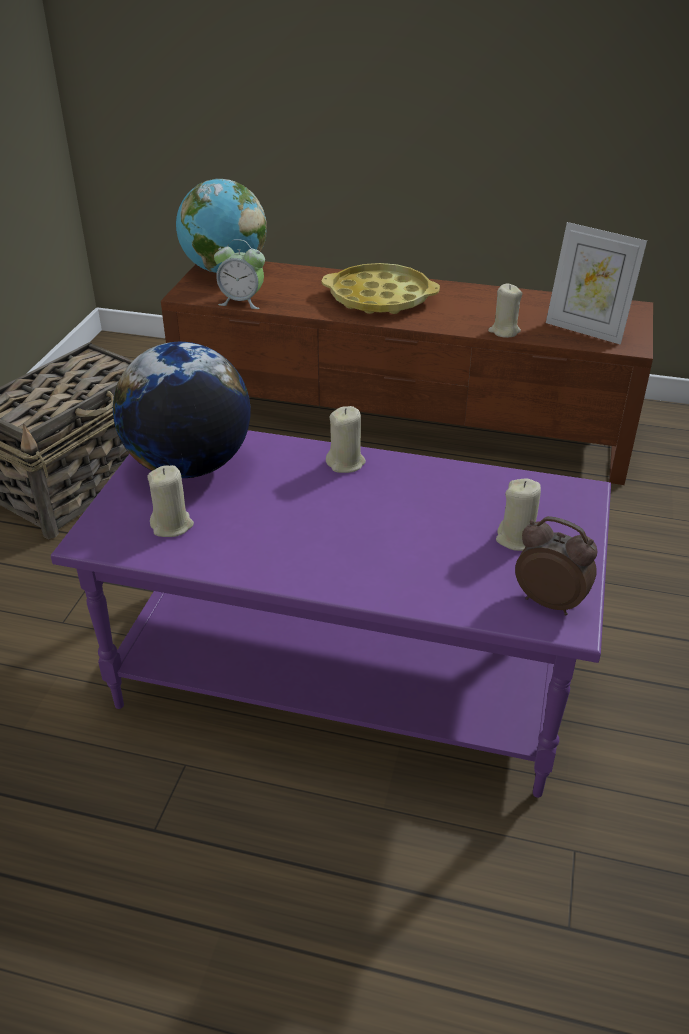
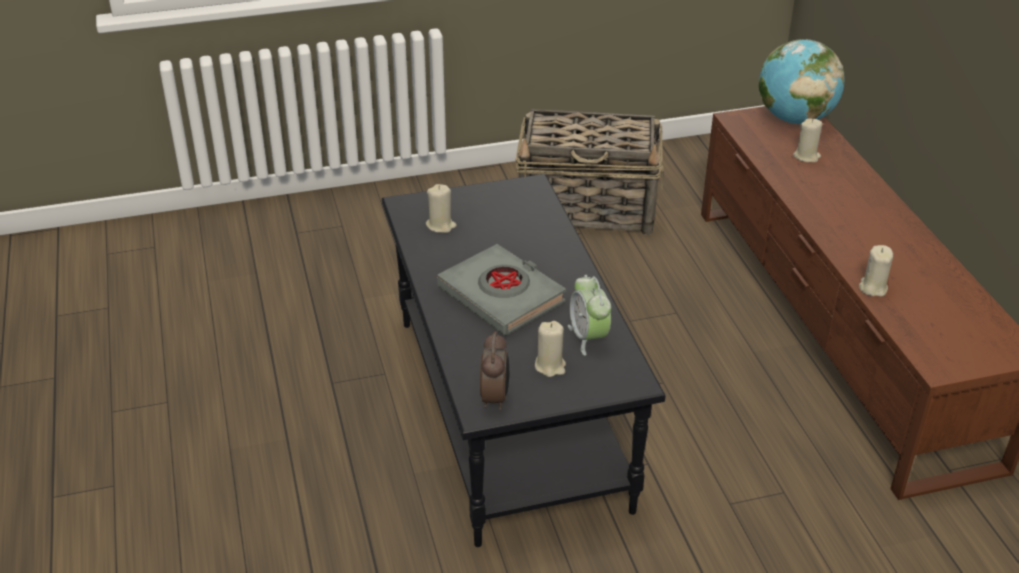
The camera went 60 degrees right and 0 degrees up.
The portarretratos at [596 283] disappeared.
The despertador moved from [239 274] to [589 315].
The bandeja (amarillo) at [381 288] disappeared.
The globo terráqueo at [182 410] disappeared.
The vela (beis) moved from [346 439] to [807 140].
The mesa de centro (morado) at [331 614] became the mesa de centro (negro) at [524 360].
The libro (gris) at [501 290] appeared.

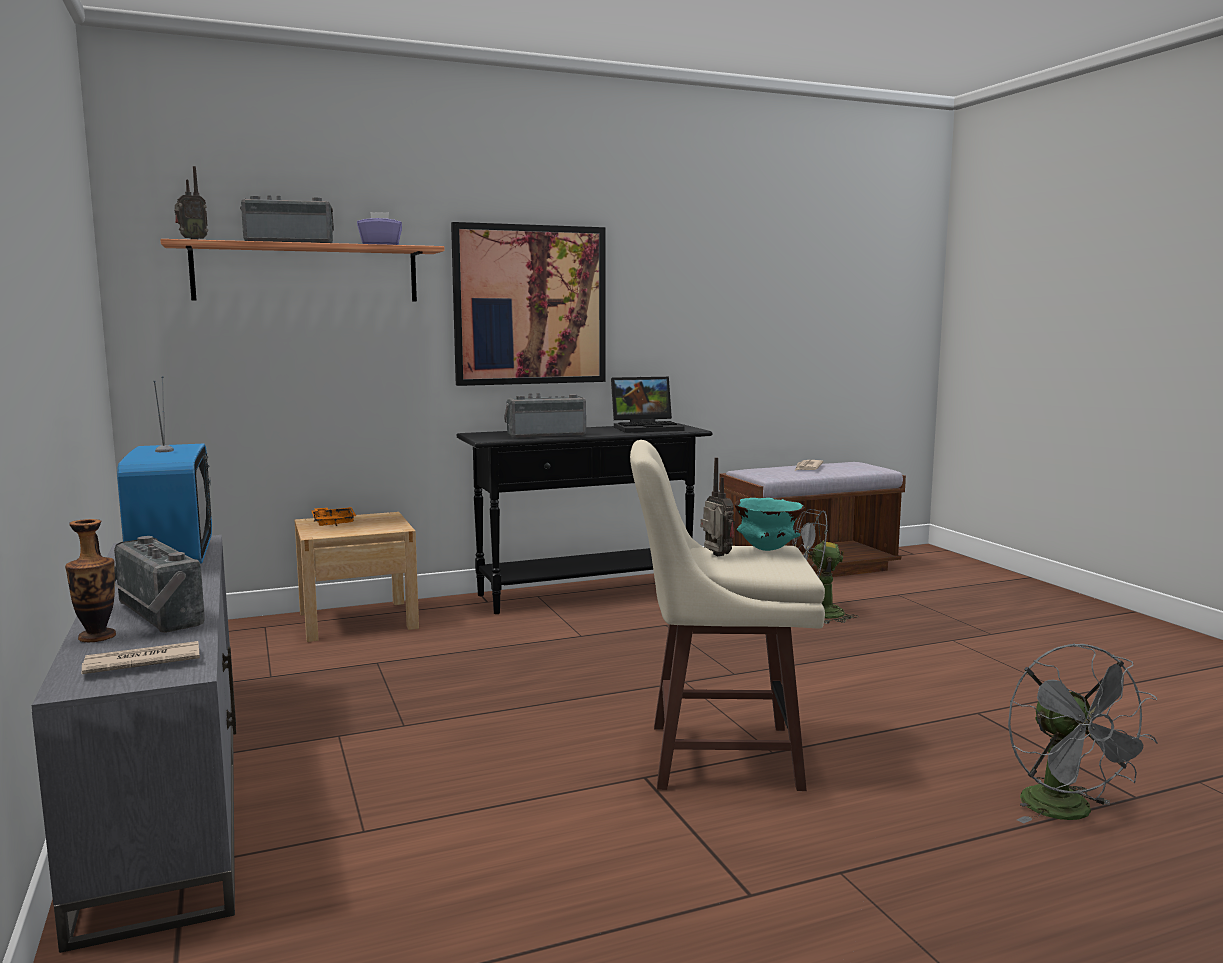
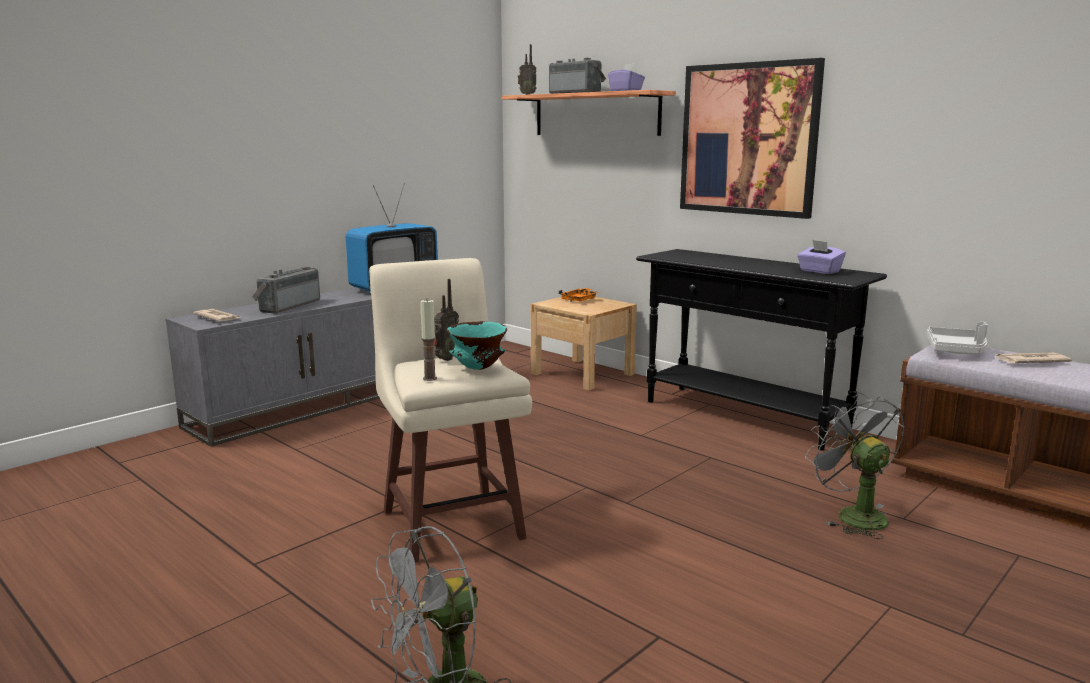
The camera went 65 degrees right and 5 degrees up.
The portátil at [648 405] was replaced by the caja de pañuelos (morado) at [821 257].
The radio at [545 415] disappeared.
The florero at [90 580] disappeared.
The vela at [428 339] appeared.
The bandeja (gris) at [957 338] appeared.

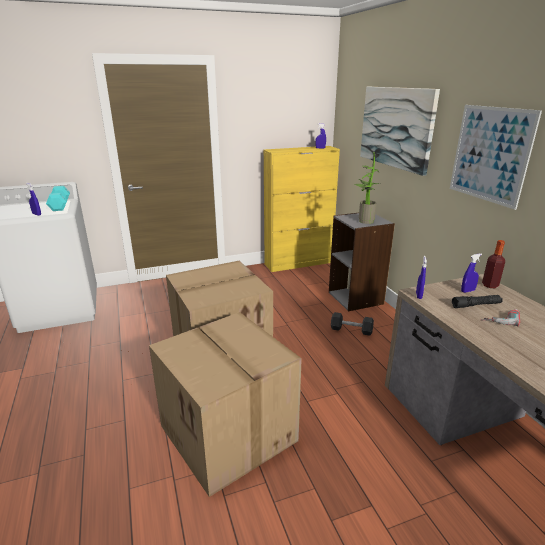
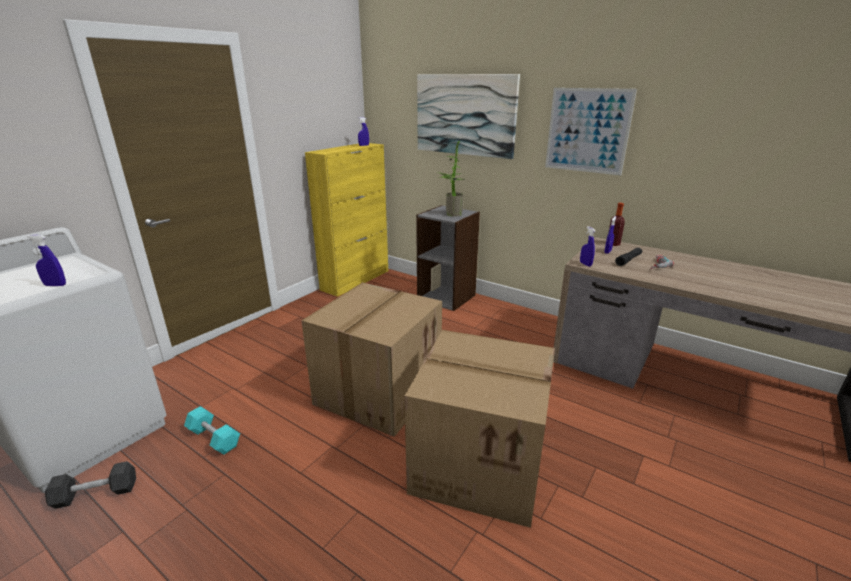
The camera went 35 degrees left and 0 degrees up.
The mancuerna (turquesa) moved from [58 198] to [212 430].
The mancuerna (negro) moved from [352 324] to [90 485].

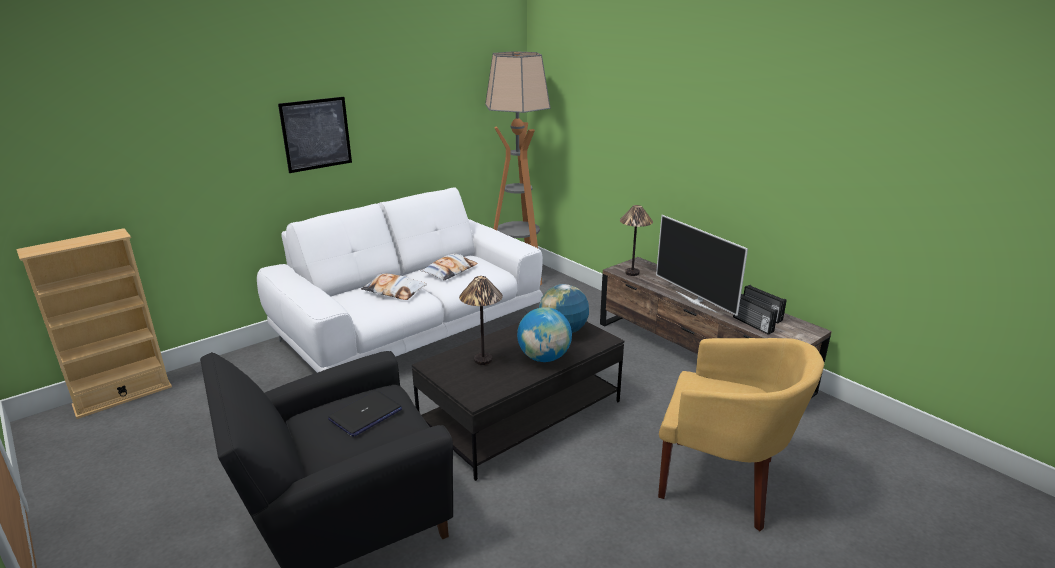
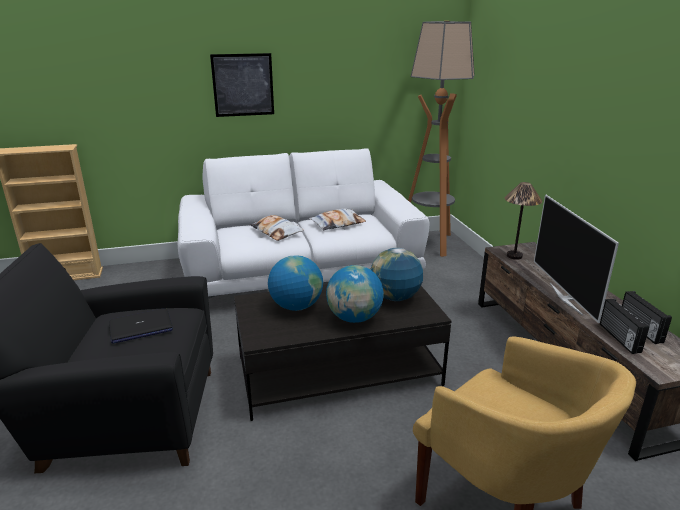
The camera went 25 degrees right and 0 degrees up.
The lámpara de mesa at [481 320] was replaced by the globo terráqueo at [295 283].

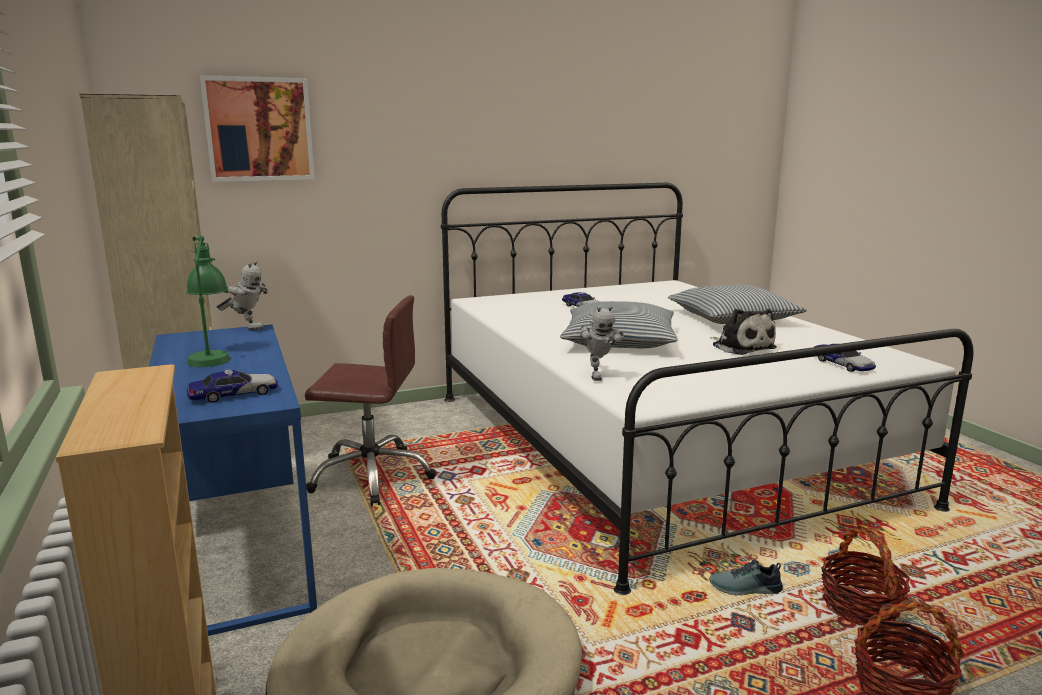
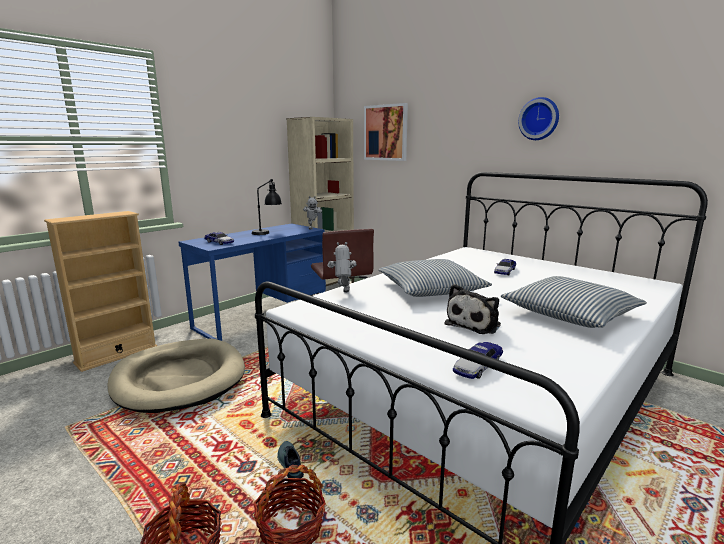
The camera went 65 degrees right and 0 degrees up.
The lámpara de mesa (verde) at [208 301] became the lámpara de mesa (negro) at [267 207].
The robot de juguete at [602 343] turned 120 degrees clockwise.
The reloj de pared at [538 118] appeared.

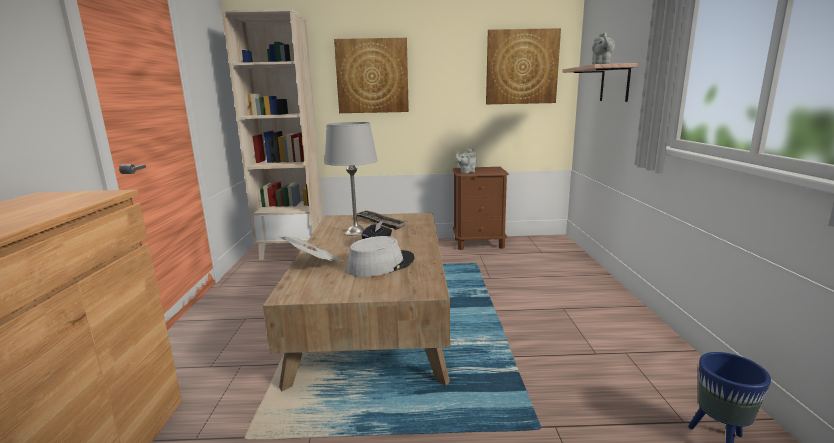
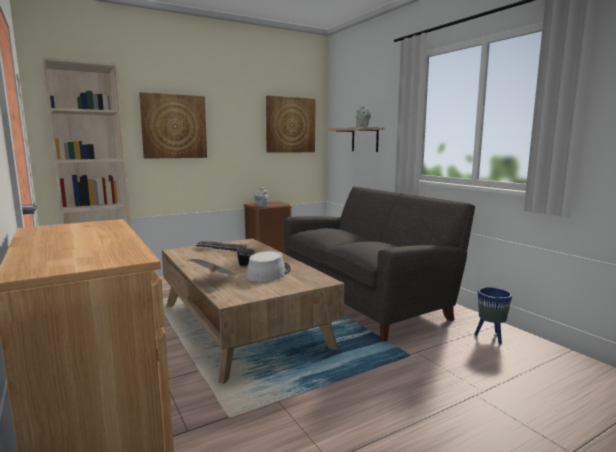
The camera went 30 degrees left and 5 degrees down.
The lámpara de mesa (gris) at [351 179] disappeared.
The sofá (gris) at [379 264] appeared.

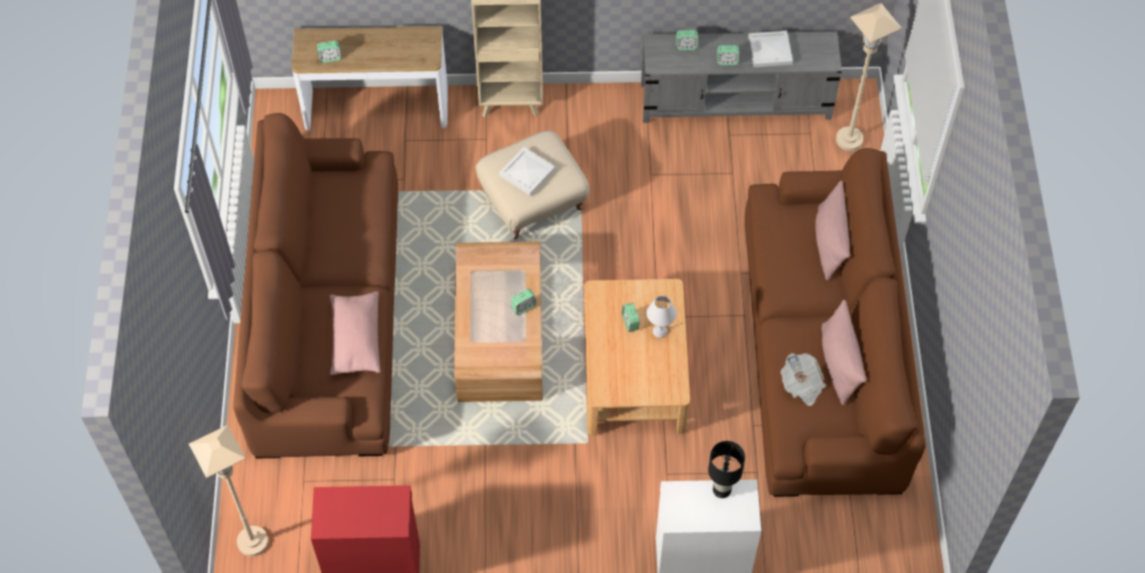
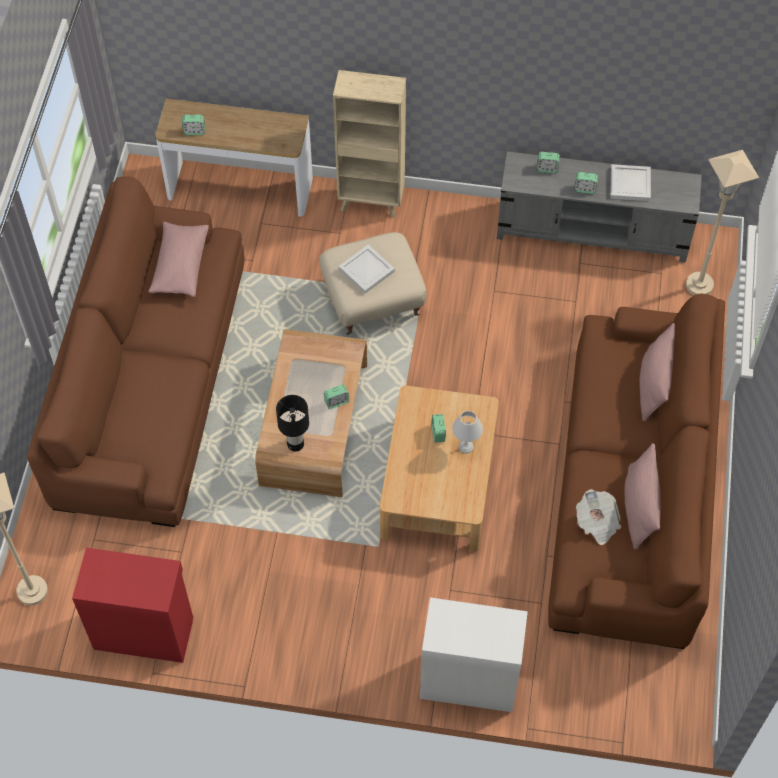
The camera went 10 degrees right and 0 degrees up.
The cojín (rosa) moved from [355 333] to [178 259].
The lámpara de mesa (negro) moved from [726 469] to [292 423].

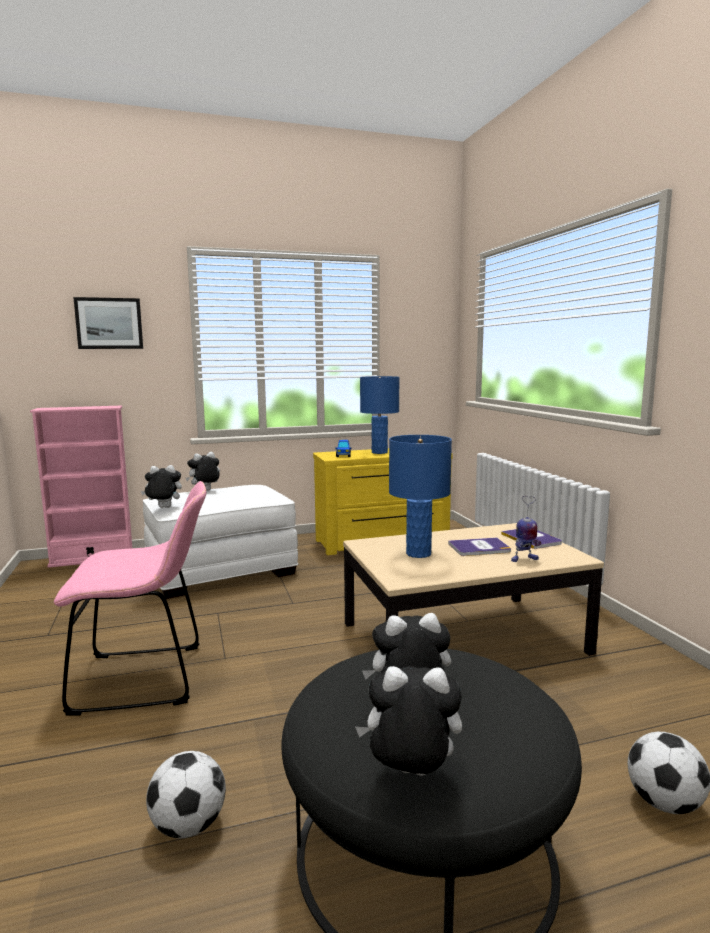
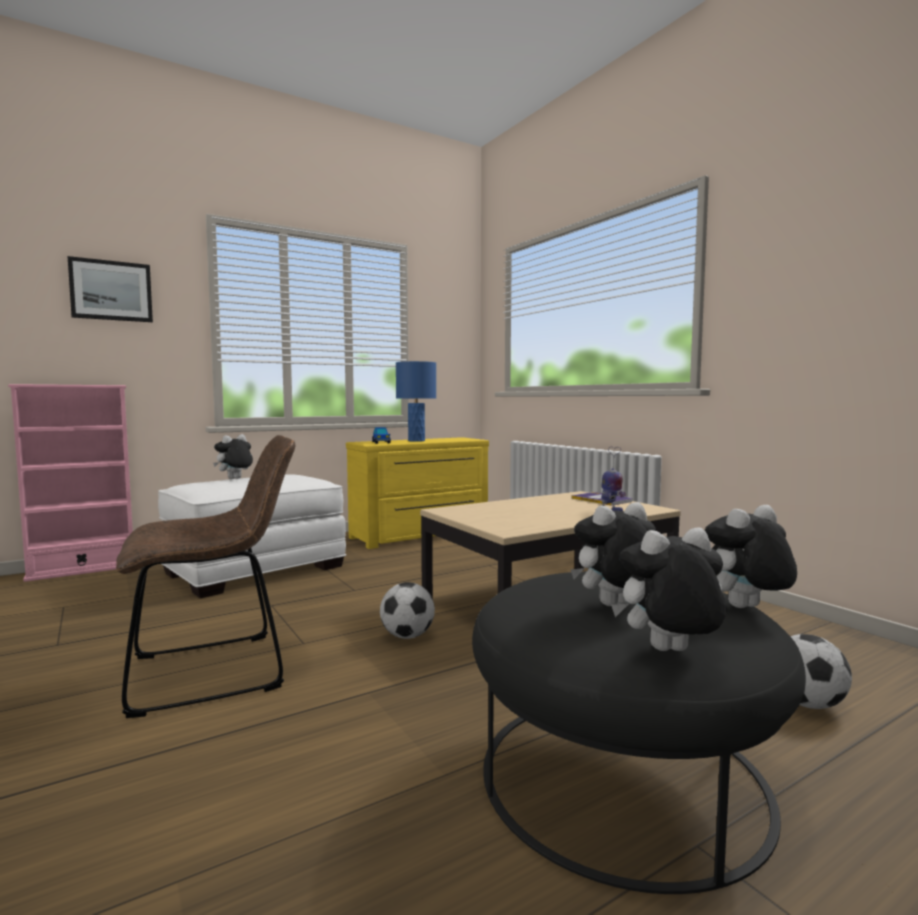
The camera went 15 degrees left and 5 degrees down.
The lámpara de mesa (azul) at [420 496] disappeared.
The peluche moved from [161 486] to [751 556].
The silla (rosa) at [130 598] became the silla (marrón) at [206 576].
The libro at [479 546] disappeared.
The balón de fútbol moved from [186 794] to [407 610].

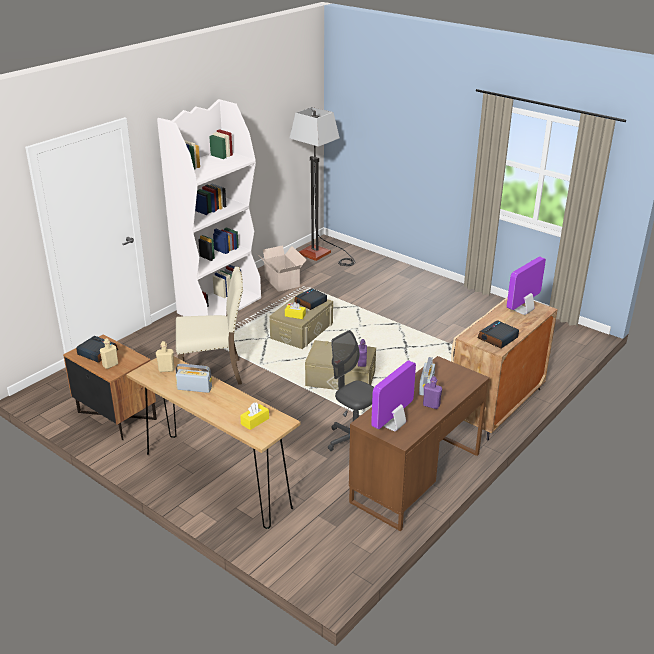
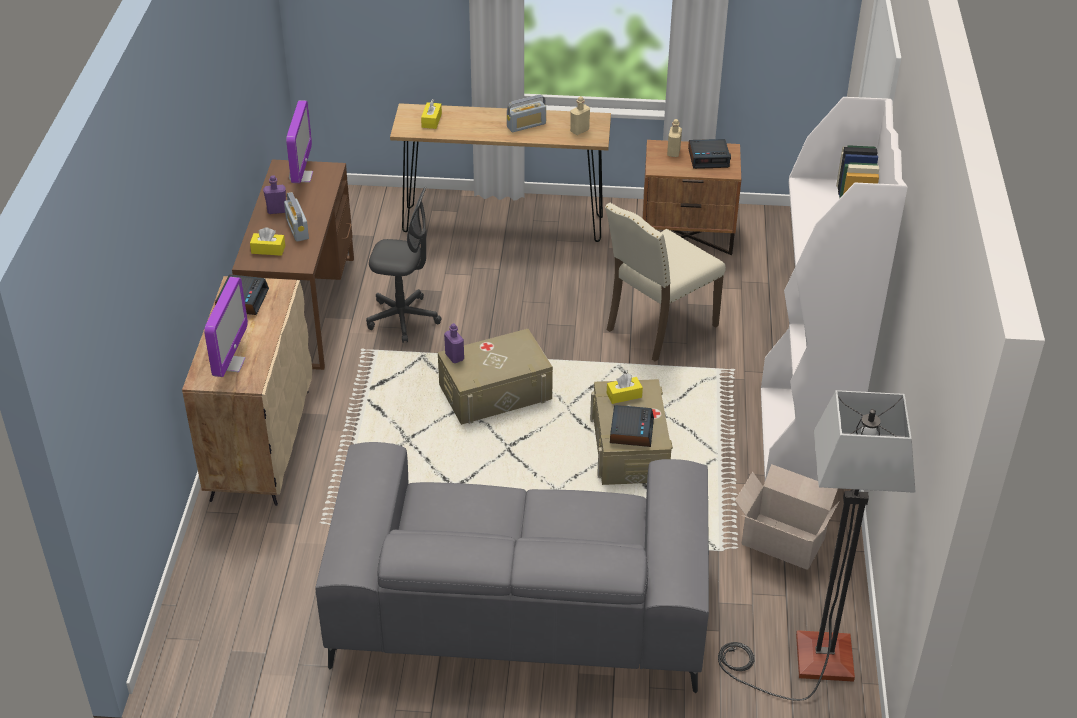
The camera went 145 degrees right and 10 degrees up.
The caja de pañuelos (amarillo) at [267 241] appeared.
The sofá (gris) at [512 567] appeared.

